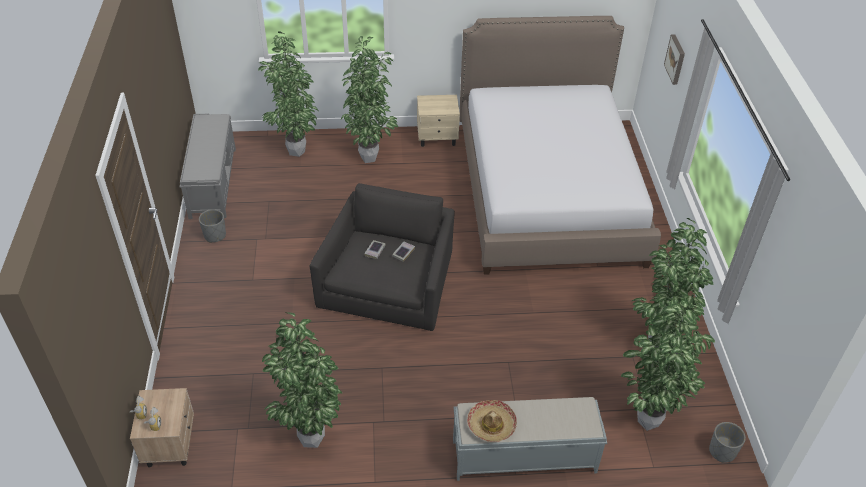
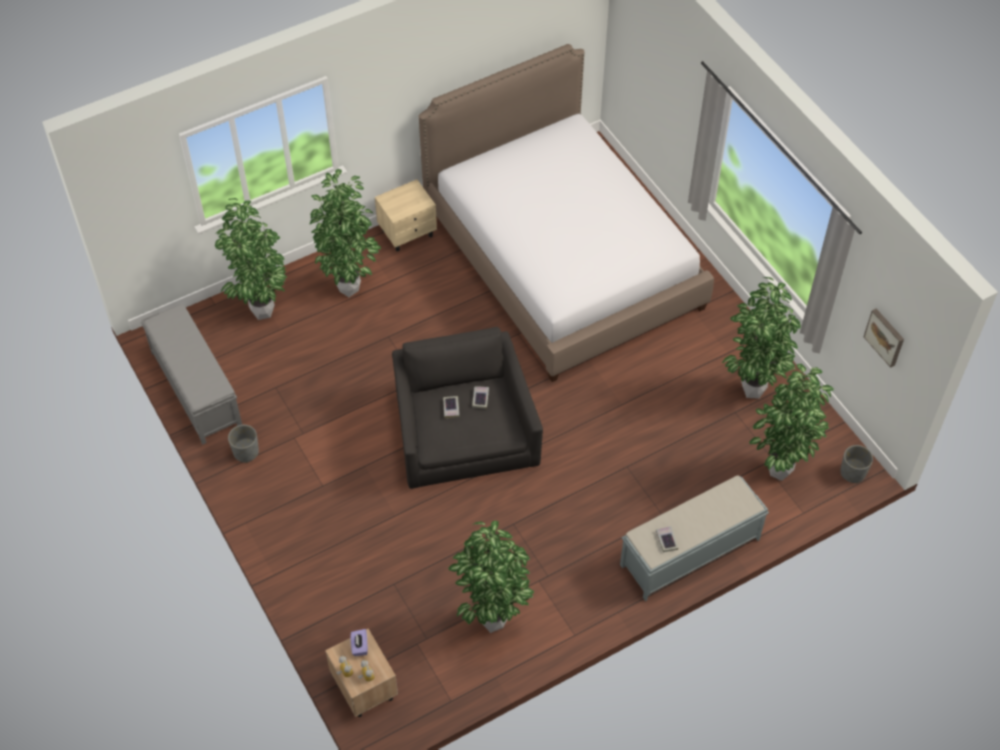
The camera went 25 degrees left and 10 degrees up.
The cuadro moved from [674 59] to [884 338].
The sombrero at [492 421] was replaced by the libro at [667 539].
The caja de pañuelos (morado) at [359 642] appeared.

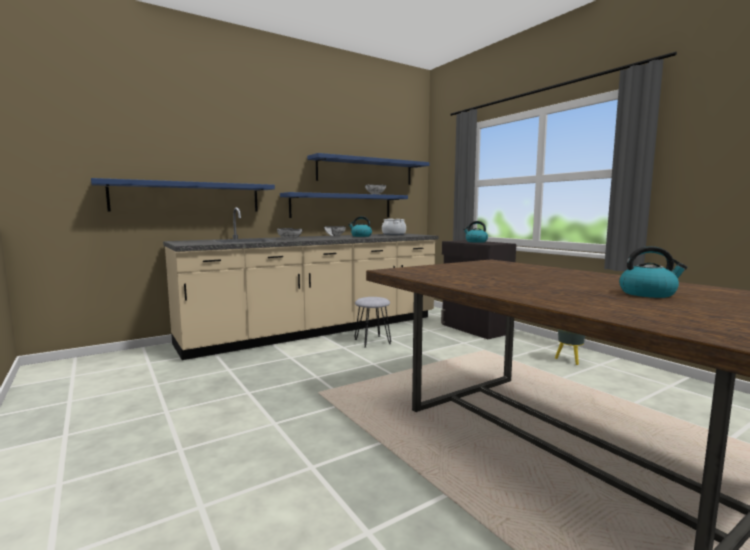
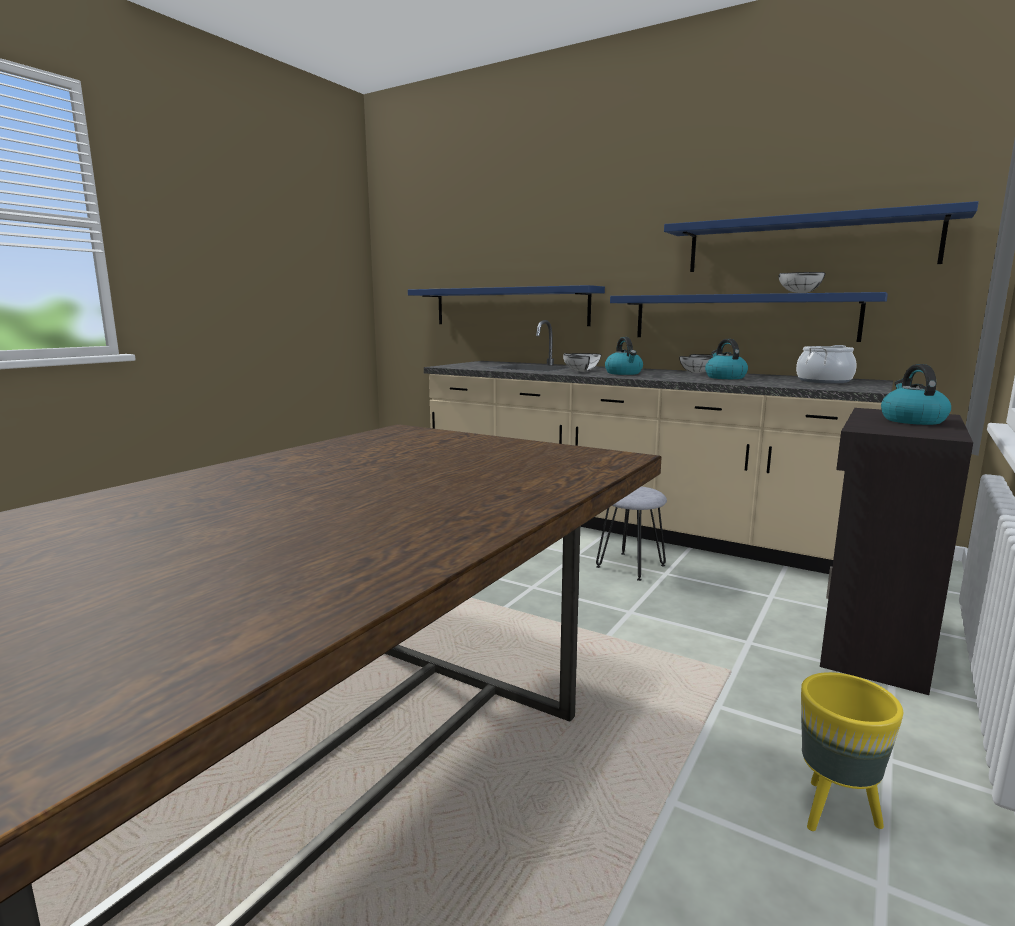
The camera went 65 degrees right and 5 degrees up.
The hervidor moved from [653 272] to [624 356].

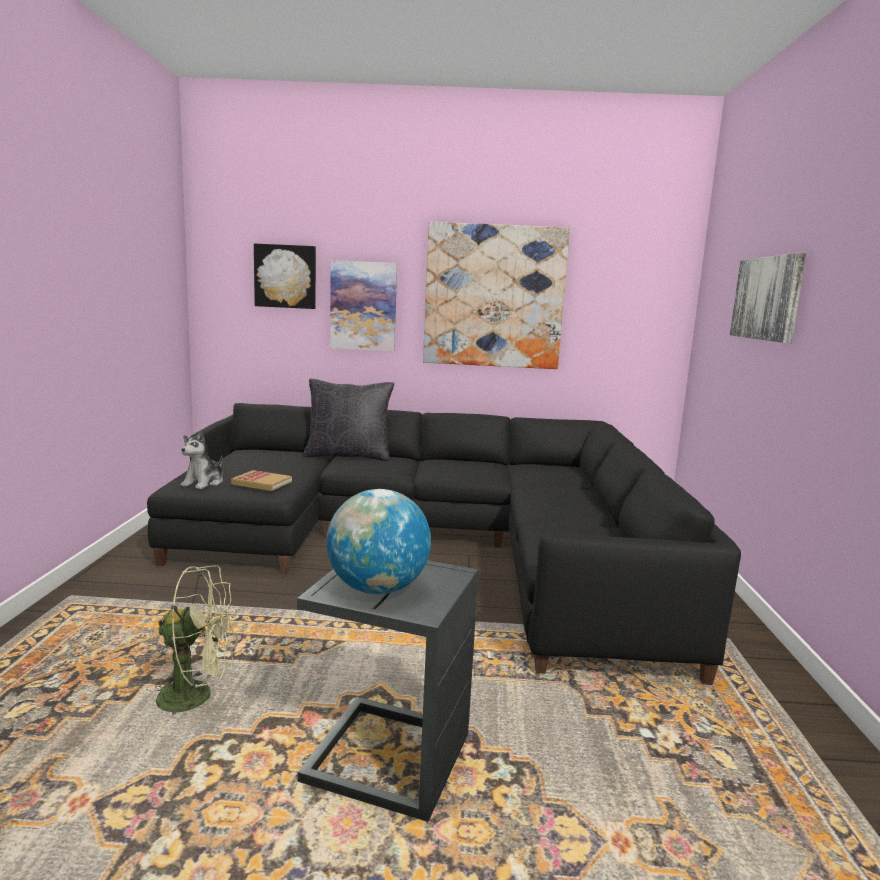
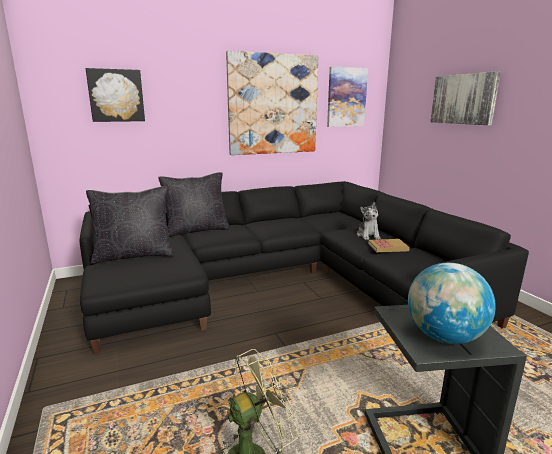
The camera went 25 degrees left and 5 degrees up.
The cuadro moved from [363 305] to [347 97].
The peluche moved from [202 459] to [369 221].
The libro moved from [261 480] to [389 245].
The cojín (negro) at [130 224] appeared.

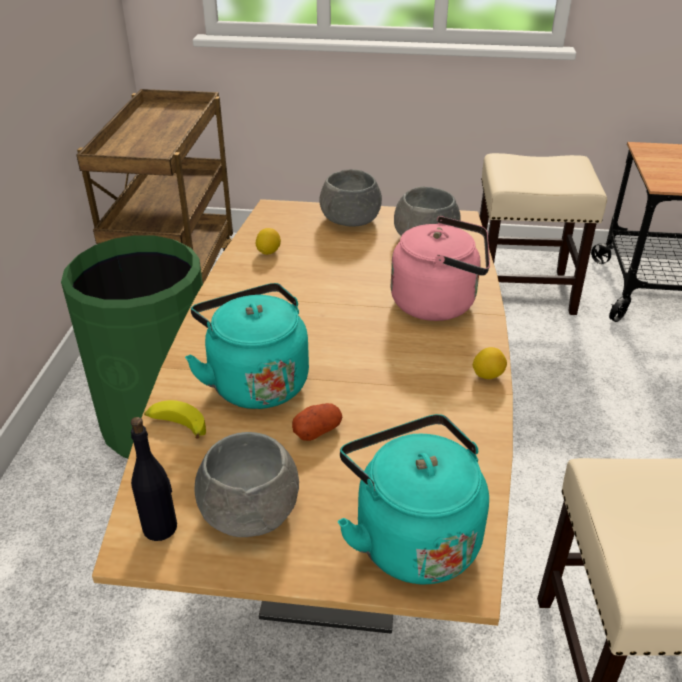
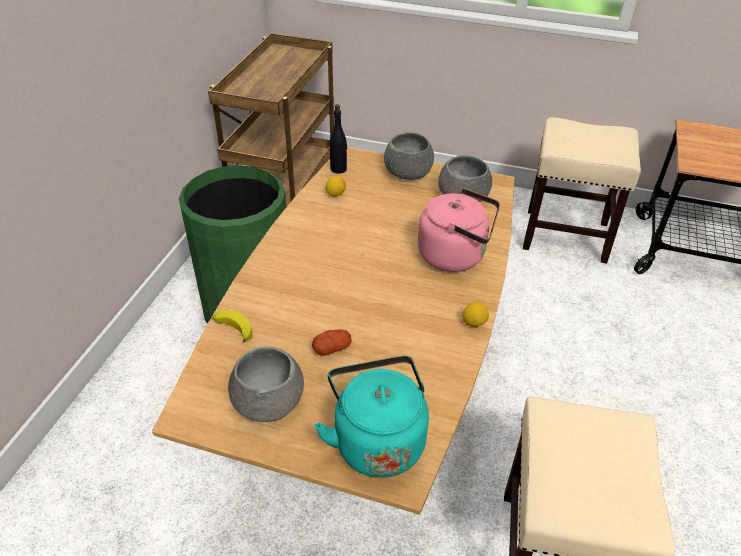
The camera went 10 degrees right and 5 degrees up.
The hervidor (turquesa) at [247 346] disappeared.
The botella (negro) moved from [154 479] to [338 139].

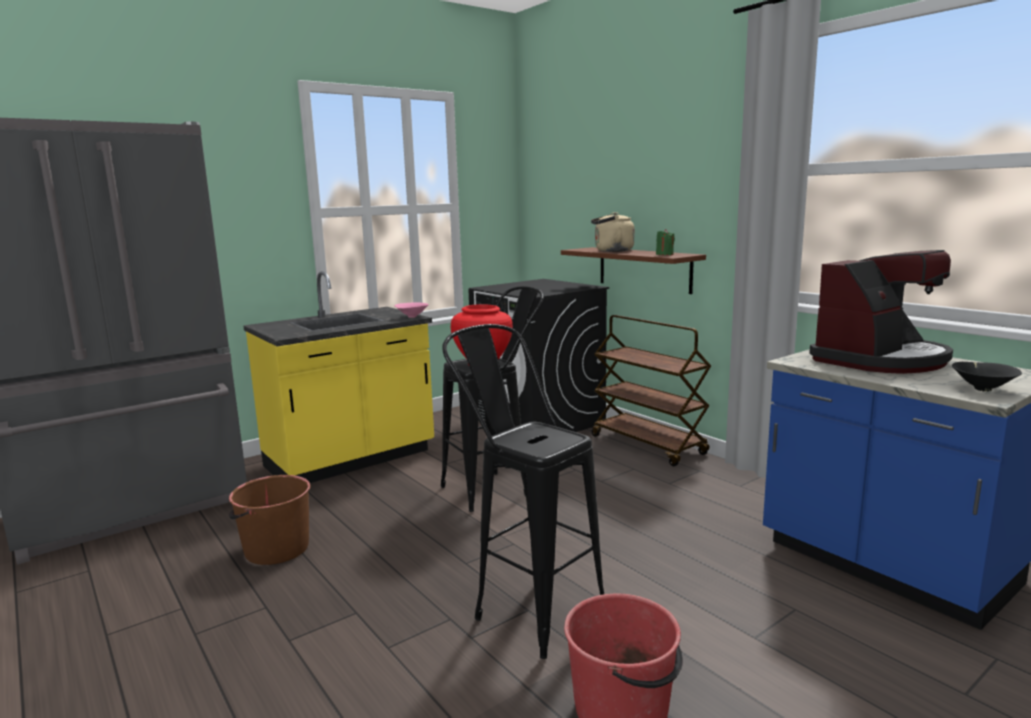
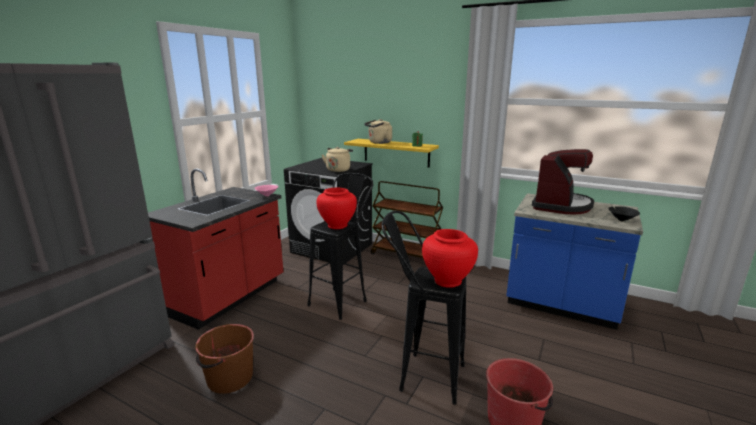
The camera went 25 degrees left and 5 degrees up.
The estante (marrón) at [633 270] became the estante (amarillo) at [391 153].
The mueble bajo de cocina (amarillo) at [338 377] became the mueble bajo de cocina (rojo) at [215 249].
The hervidor (beis) at [337 159] appeared.
The florero (rojo) at [450 258] appeared.

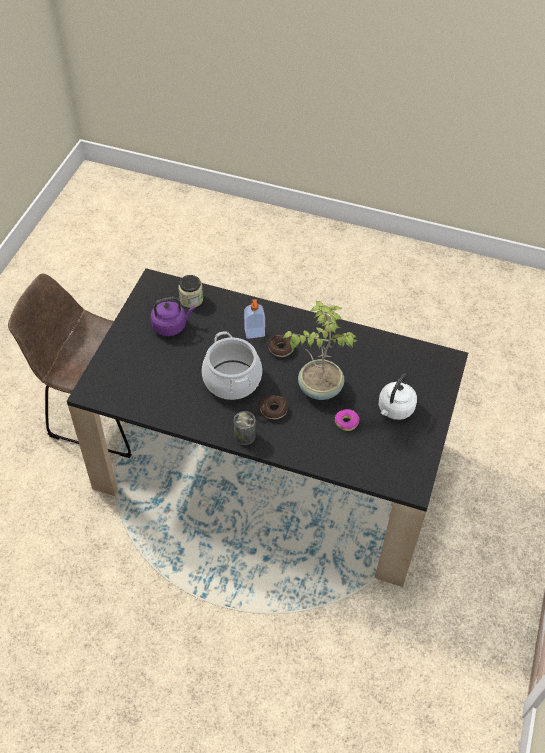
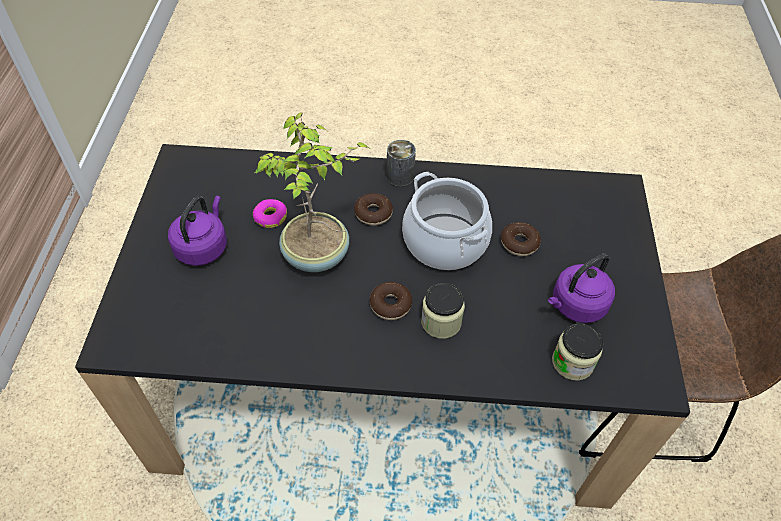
The camera went 165 degrees right and 0 degrees up.
The dispensador de jabón at [254 319] was replaced by the tarro at [443 311].
The hervidor (blanco) at [398 396] became the hervidor (morado) at [197 231].
The rosquilla at [521 239] appeared.

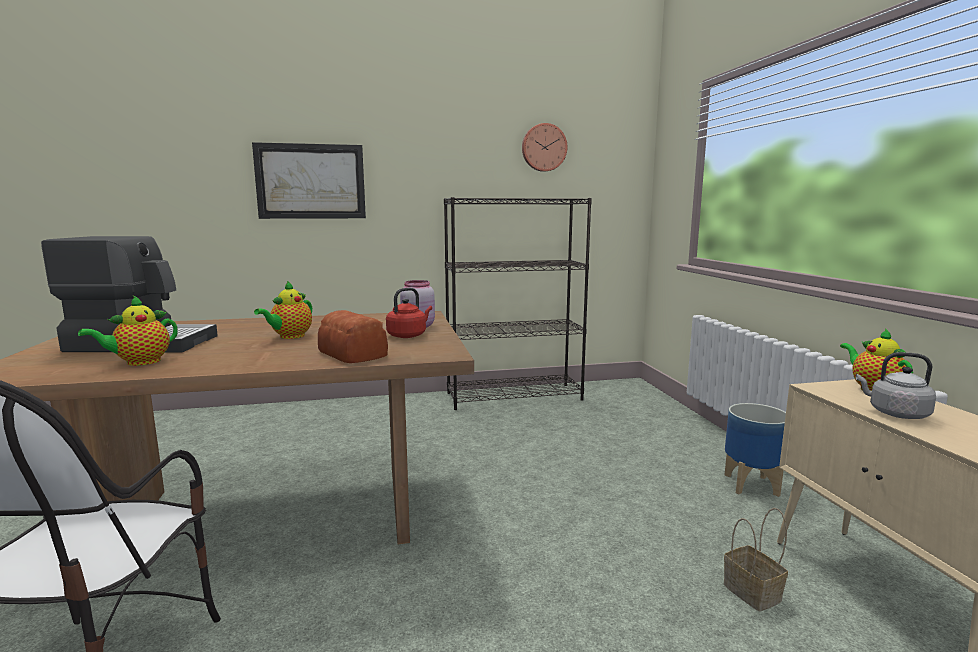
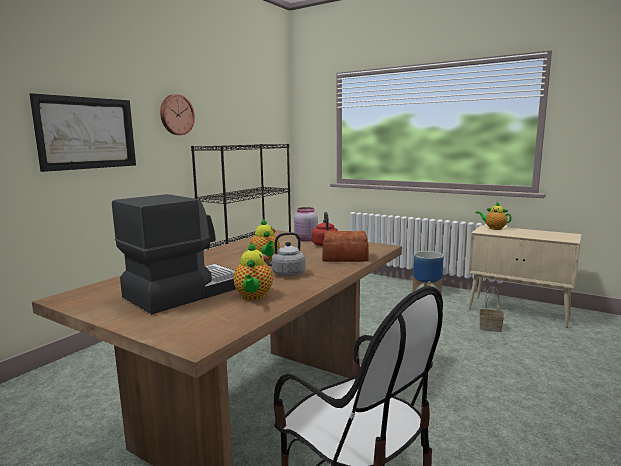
The camera went 45 degrees left and 0 degrees up.
The reloj de pared moved from [545 147] to [177 114].
The hervidor (gris) moved from [896 385] to [284 254].

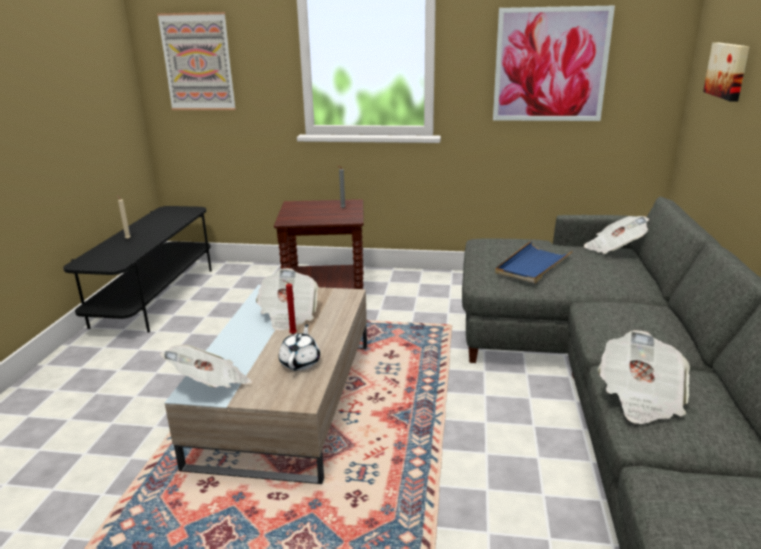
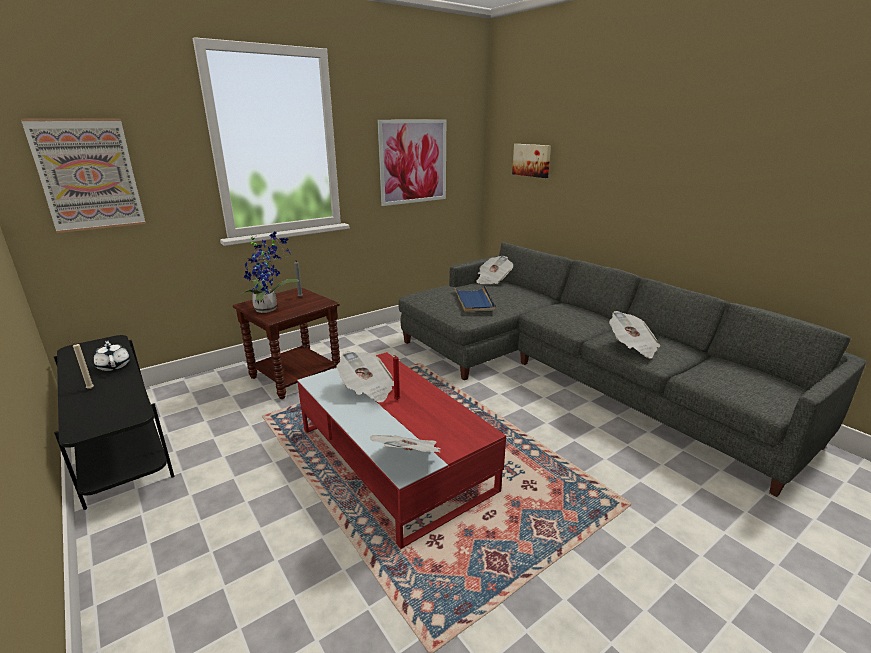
The camera went 45 degrees left and 0 degrees up.
The mesa de centro (beis) at [266 384] became the mesa de centro (rojo) at [401 450].
The tetera (blanco) moved from [299 347] to [111 355].
The planta en maceta at [270 272] appeared.

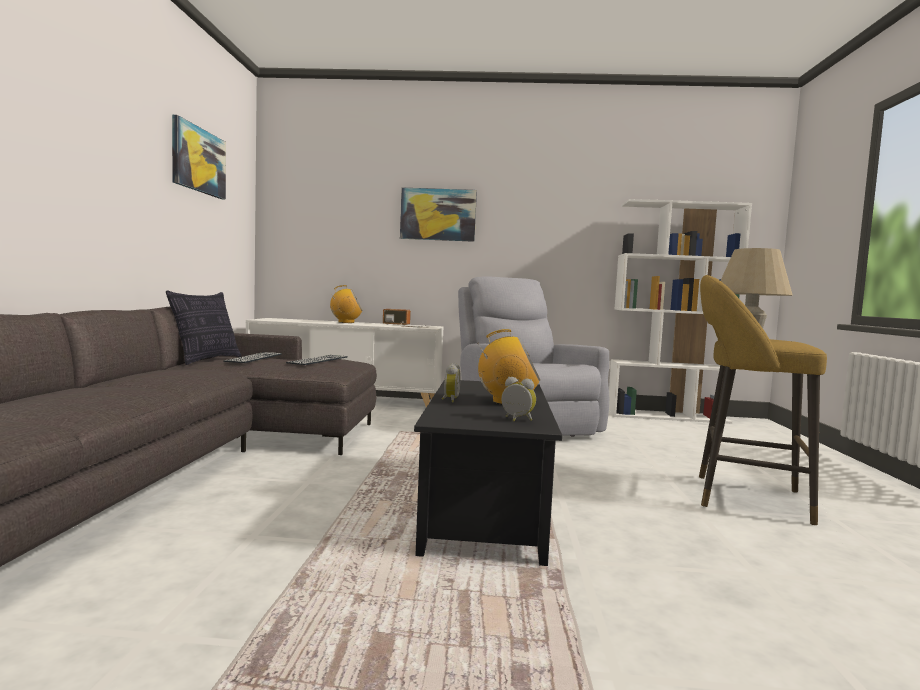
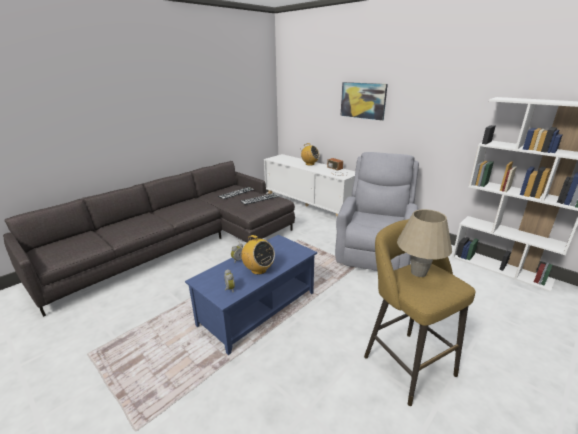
The camera went 40 degrees right and 20 degrees up.
The cuadro at [199 157] disappeared.
The cojín at [203 327] disappeared.
The mesa de centro (negro) at [488 472] became the mesa de centro (azul) at [251 295].

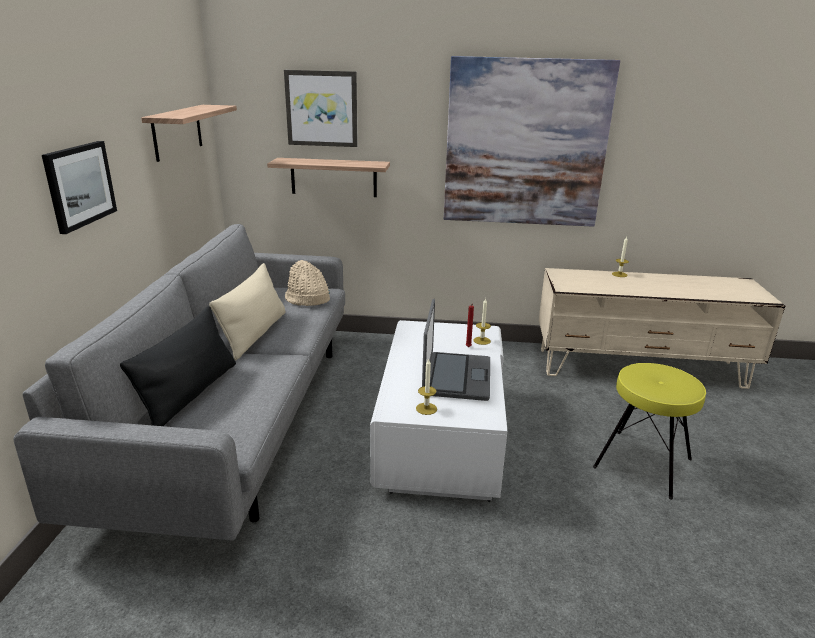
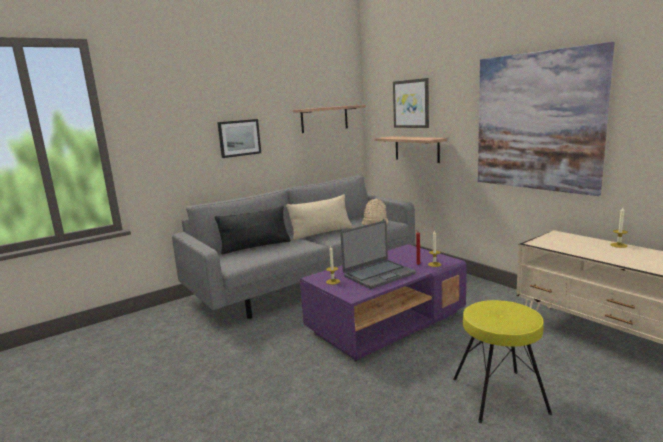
The camera went 50 degrees right and 10 degrees down.
The mesa de centro (blanco) at [438 411] became the mesa de centro (morado) at [383 302].

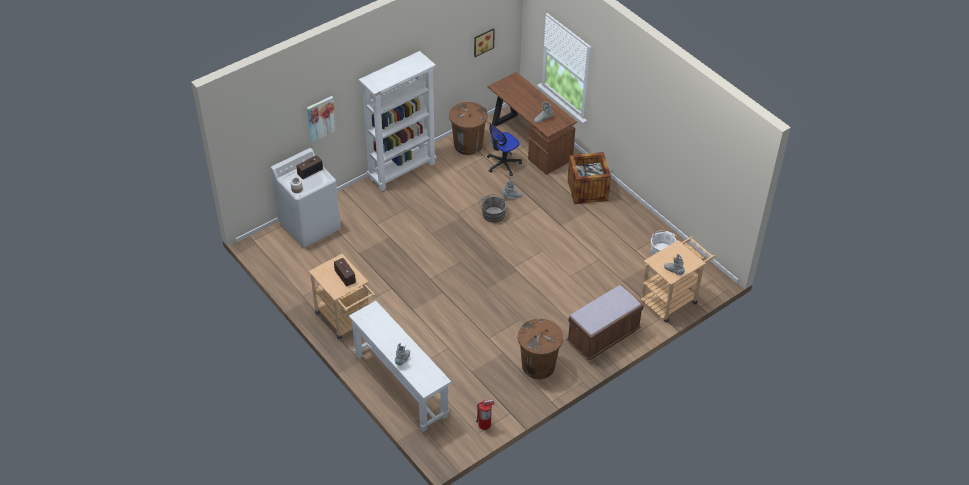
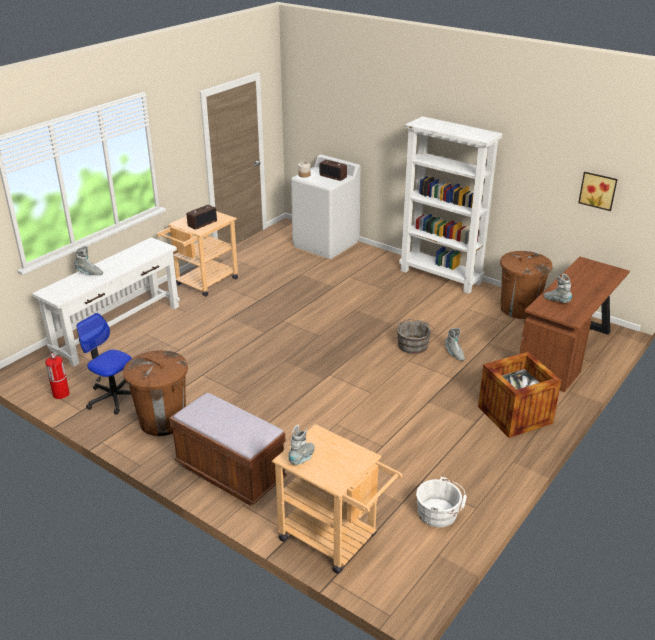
The camera went 75 degrees right and 15 degrees down.
The cuadro at [321 119] disappeared.
The silla de oficina moved from [504 149] to [104 363].

